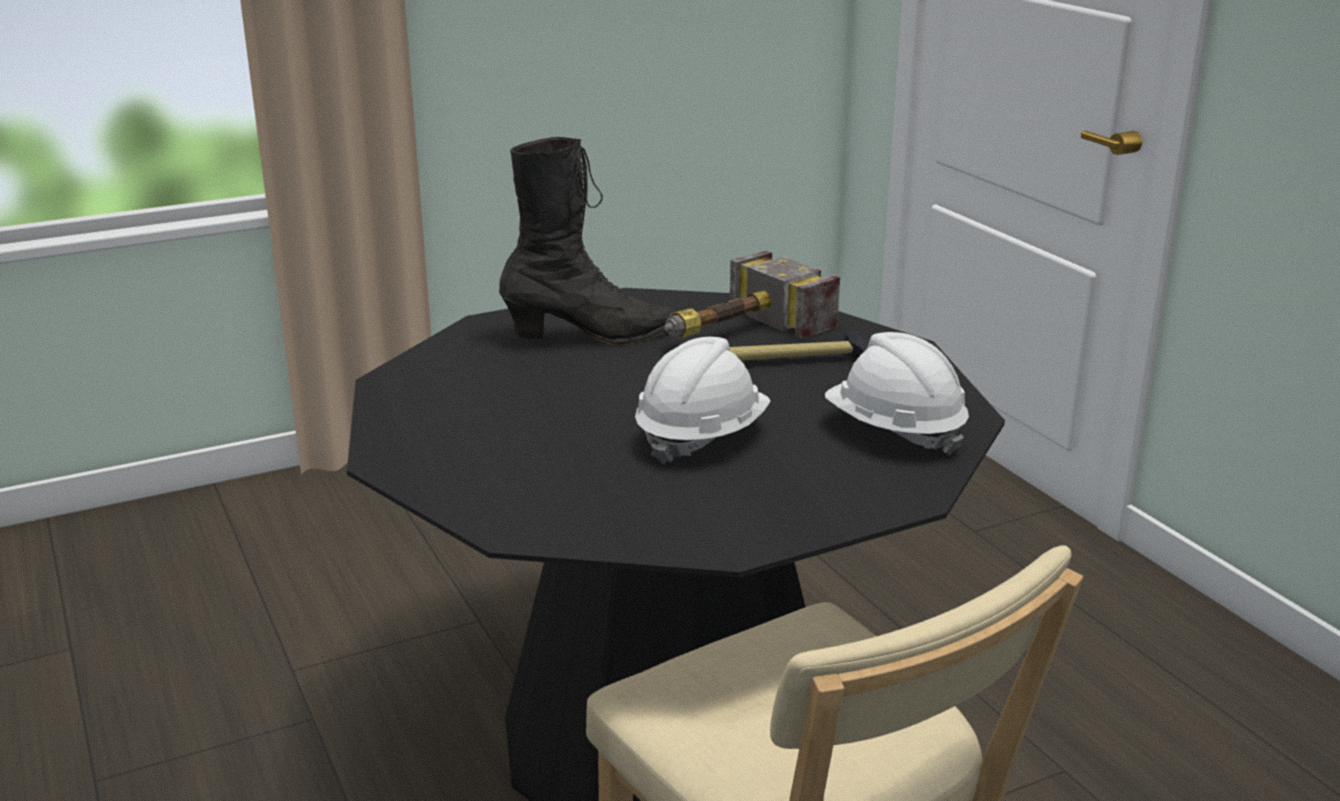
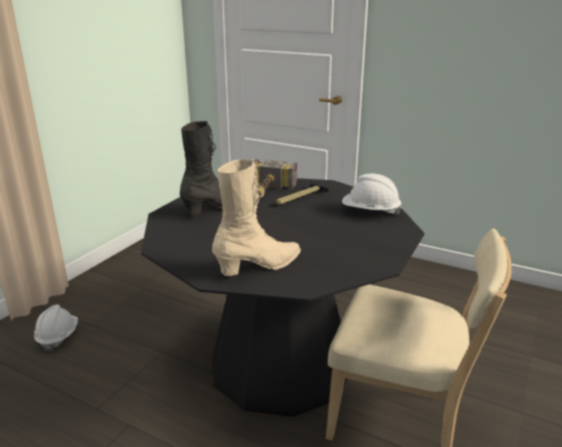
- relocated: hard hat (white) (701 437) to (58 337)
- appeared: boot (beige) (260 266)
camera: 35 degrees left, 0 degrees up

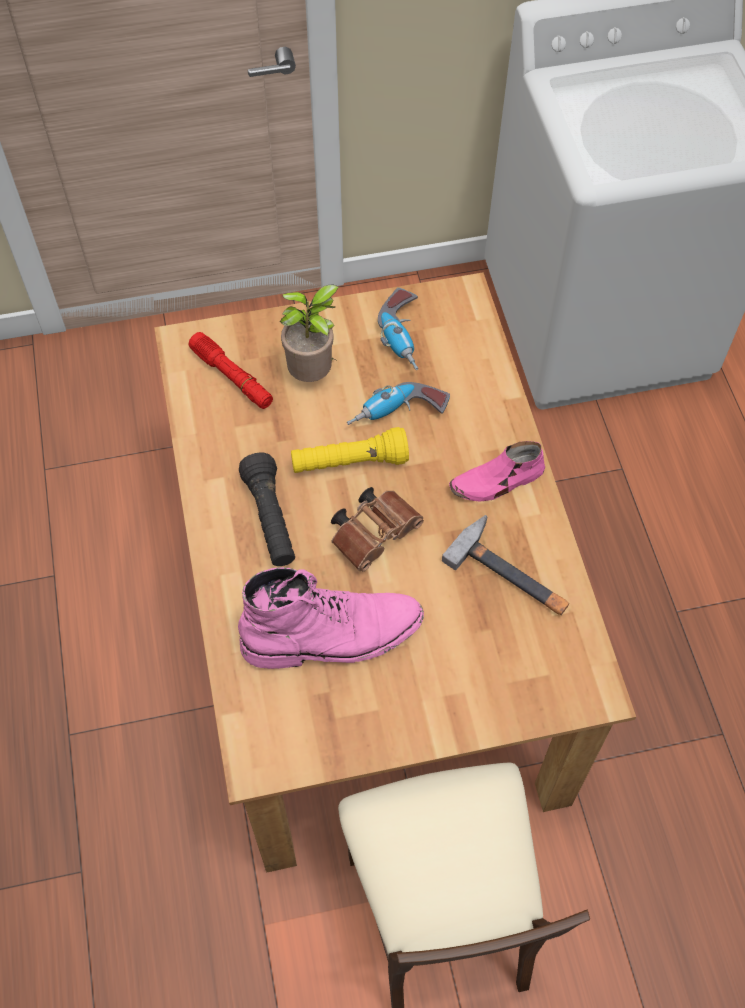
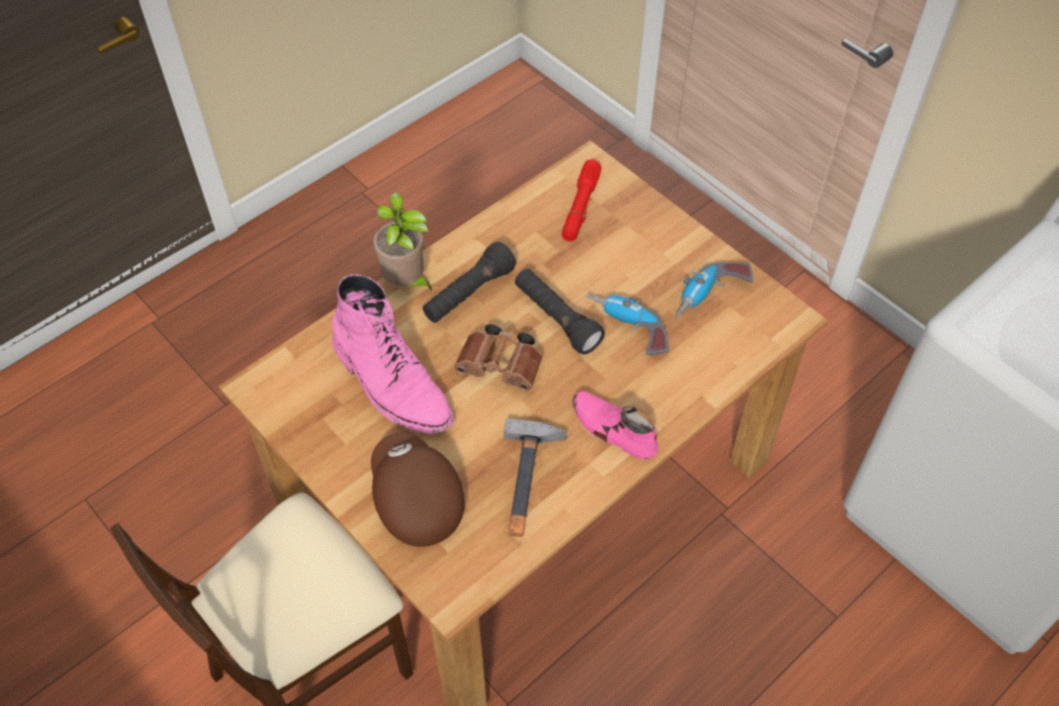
- appeared: cap (brown) (415 499)
- relocated: potted plant (313 374) to (406 283)
- colour: flashlight (yellow) (349 463) to flashlight (black) (556 319)
camera: 60 degrees right, 5 degrees down

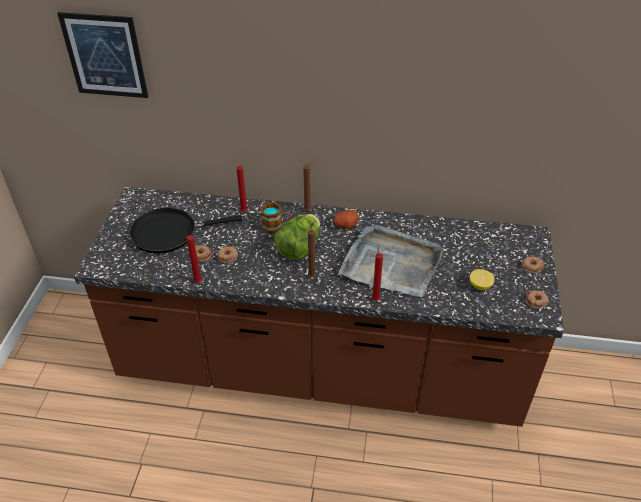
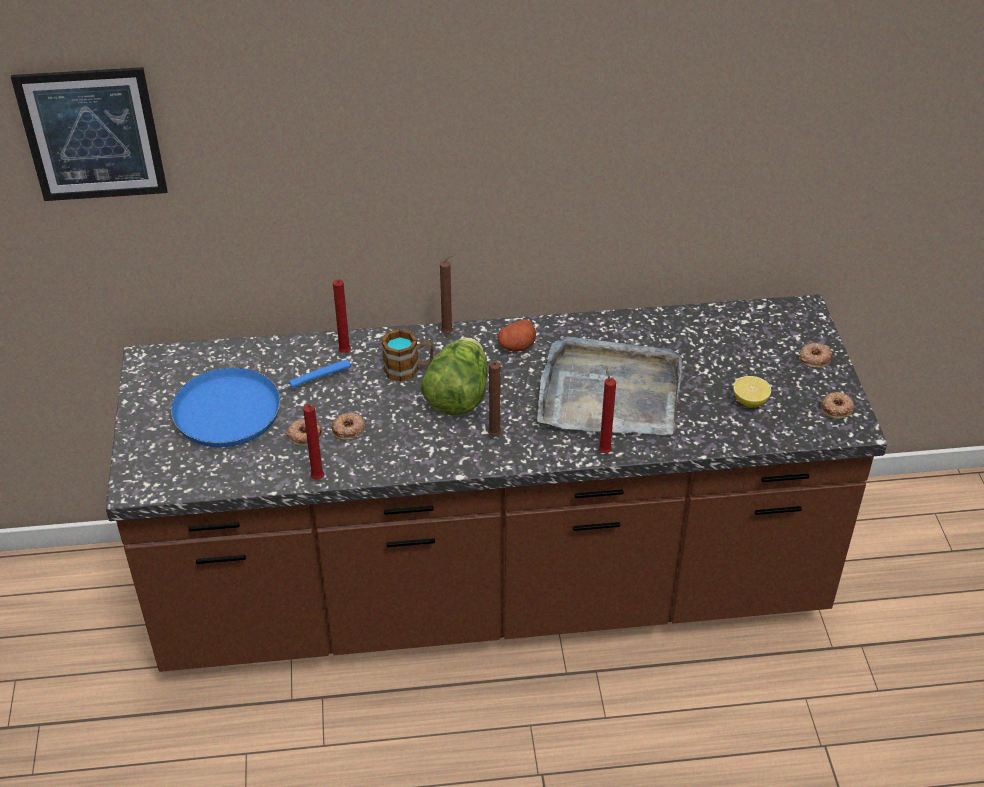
- colour: frying pan (black) (169 233) to frying pan (blue) (236 410)
camera: 15 degrees left, 0 degrees up

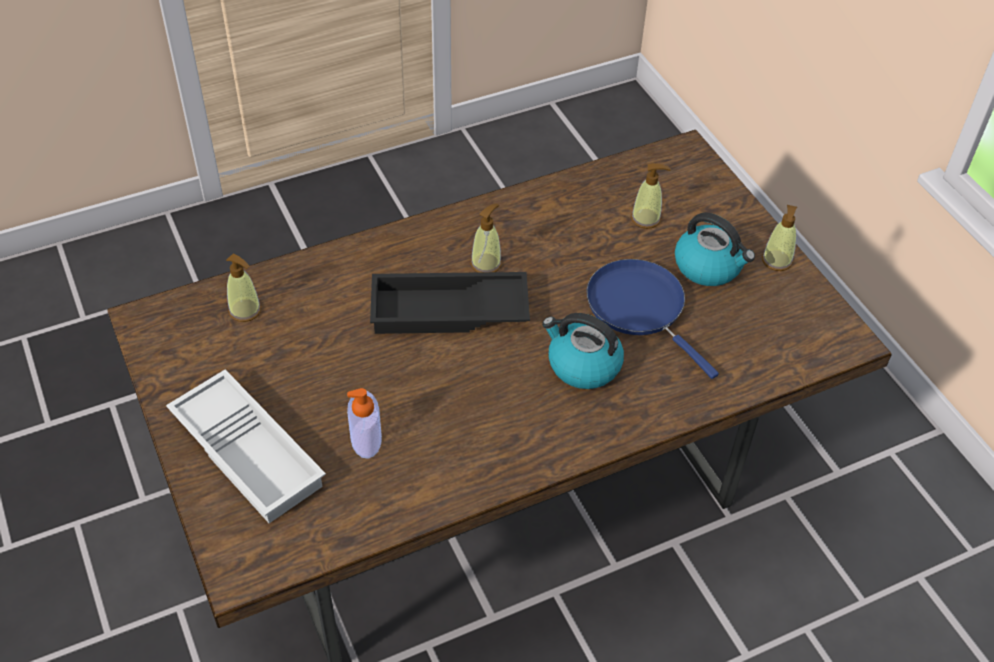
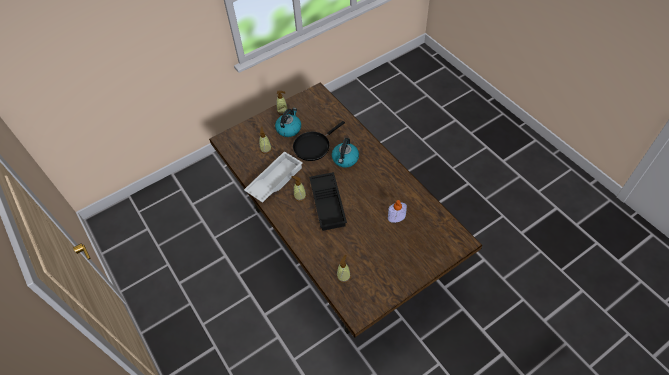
- relocated: tray (white) (250 452) to (274 180)
- colour: frying pan (blue) (640 308) to frying pan (black) (313 146)
camera: 95 degrees left, 5 degrees up

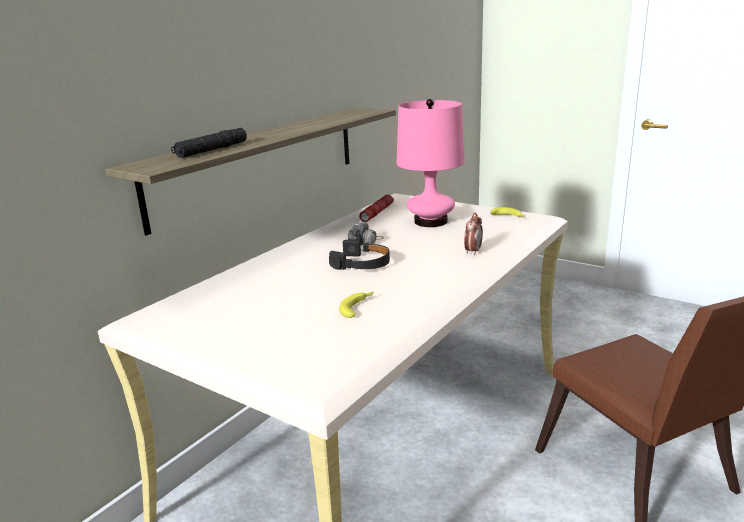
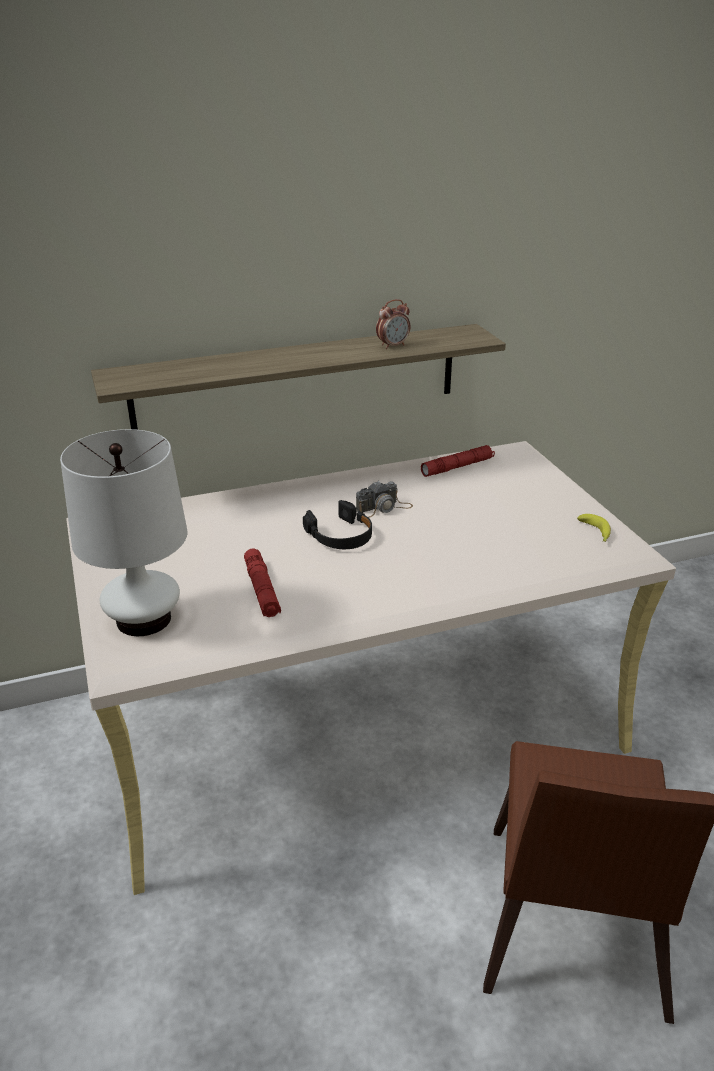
- appeared: table lamp (white) (143 619)
- exchanged: banana (358 307) to flashlight (red) (262 590)
- relocated: alarm clock (473 251) to (393 346)
- missing: flashlight (black) (212 150)
- missing: table lamp (pink) (431 221)
camera: 35 degrees right, 10 degrees up

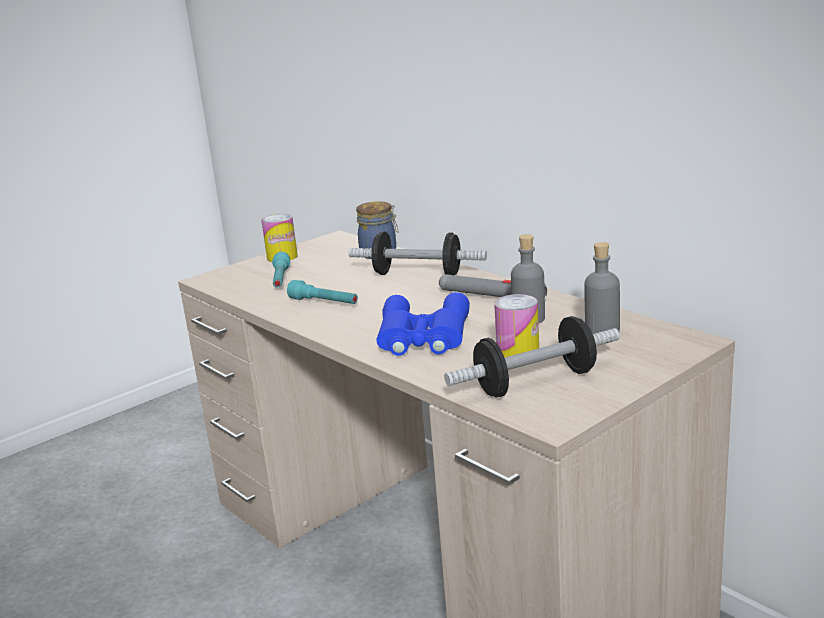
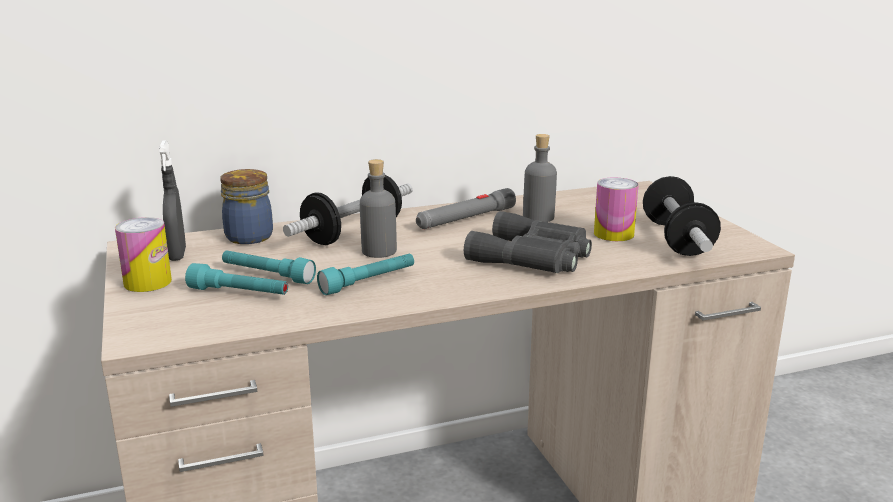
- appeared: spray bottle (grey) (177 254)
- appeared: flashlight (turquoise) (267 275)
- relocated: bottle (grey) (602 330) to (379 251)
- colour: binoculars (blue) (422 337) to binoculars (grey) (533 257)
camera: 70 degrees left, 0 degrees up

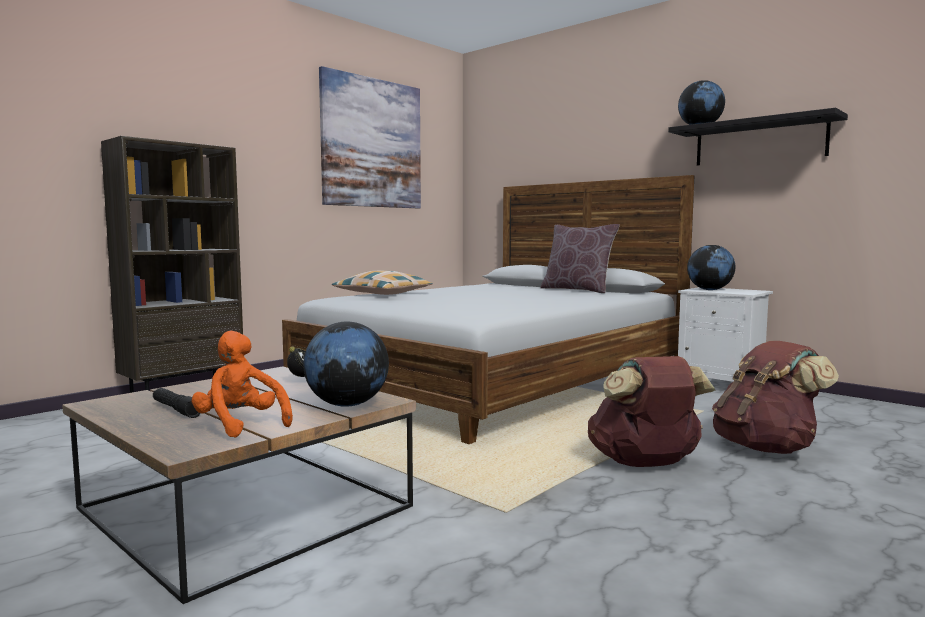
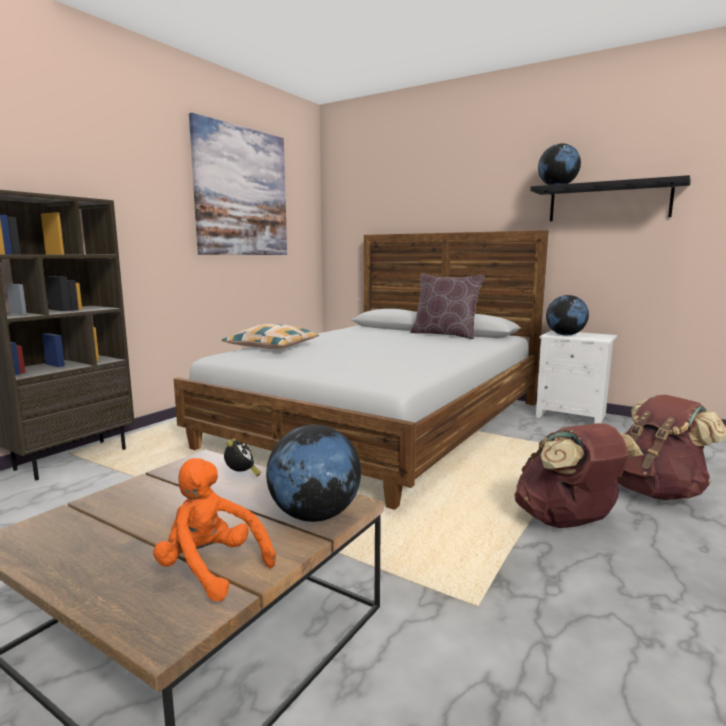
- missing: flashlight (black) (176 410)
camera: 10 degrees left, 5 degrees up

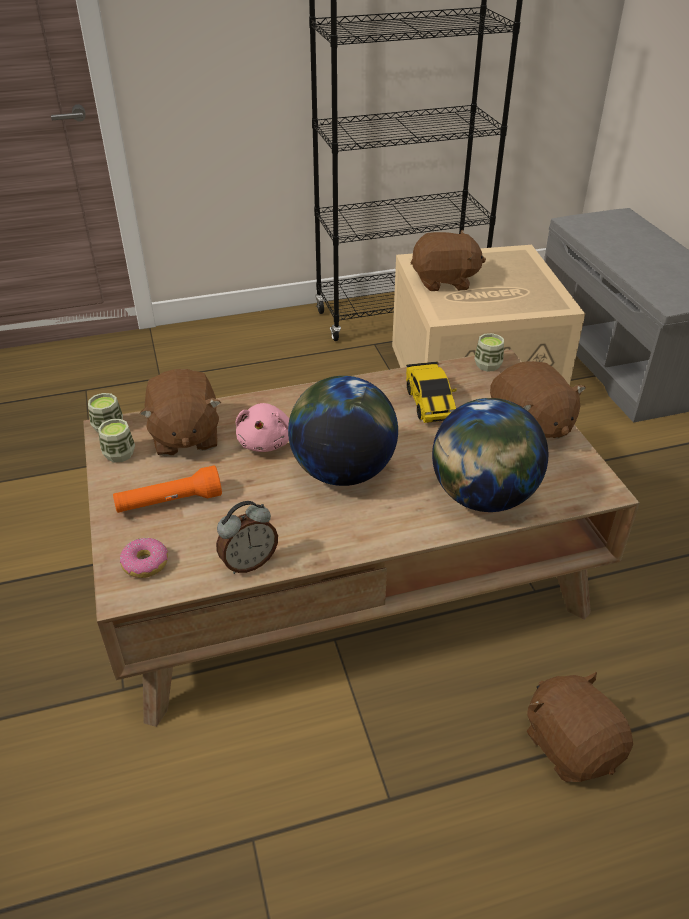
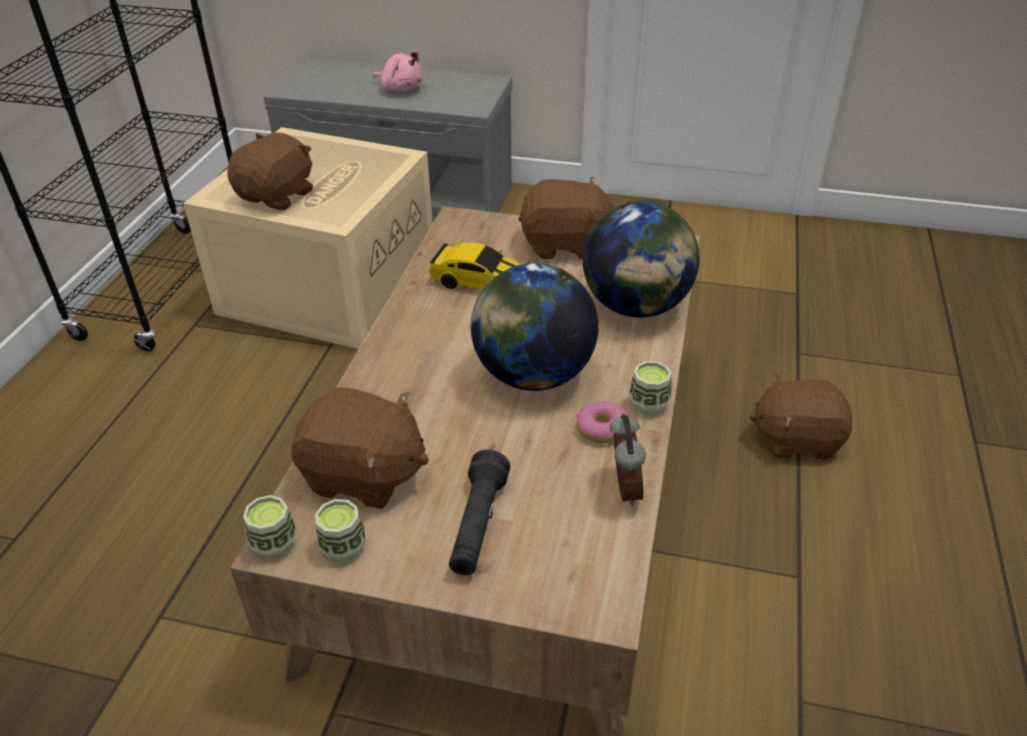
- relocated: plush toy (pink) (266 442) to (401 88)
- colour: flashlight (orange) (169 503) to flashlight (black) (478 525)
- relocated: donut (145 563) to (601 428)
- relocated: cup (487 365) to (648 404)
camera: 60 degrees left, 0 degrees up

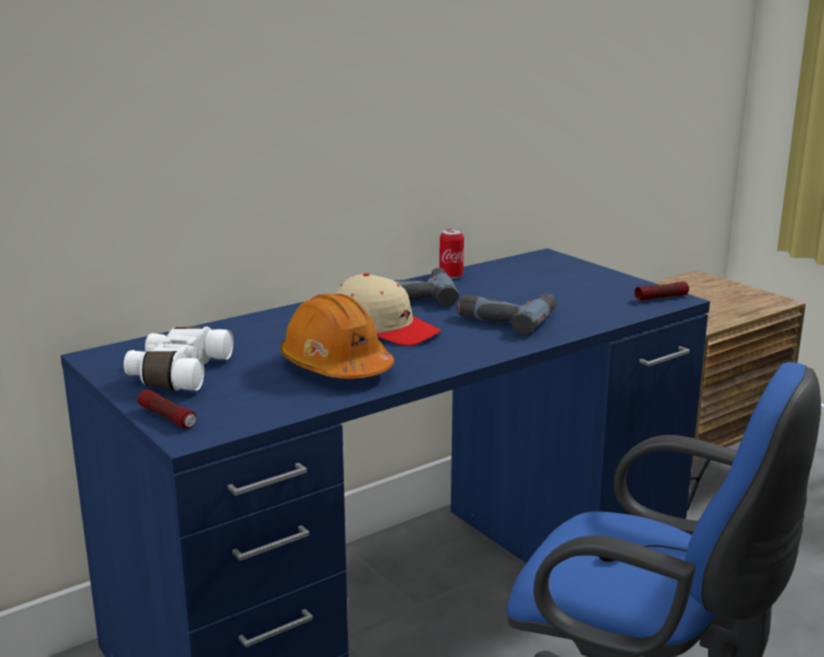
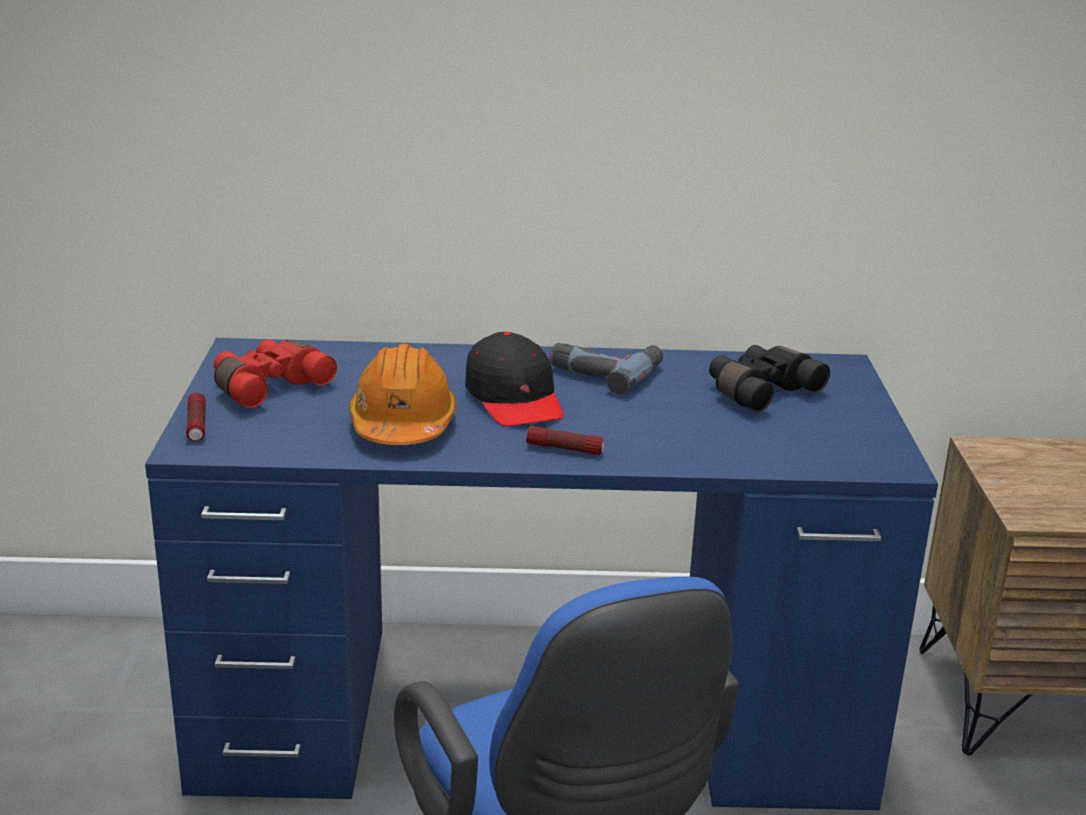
- colour: binoculars (white) (177 374) to binoculars (red) (268 386)
- colour: cap (beige) (385 328) to cap (black) (514 399)
- relocated: flashlight (661 297) to (565 449)
- appeared: binoculars (black) (760 391)
- missing: can (451 276)
- missing: power drill (507 317)
camera: 35 degrees right, 5 degrees up

